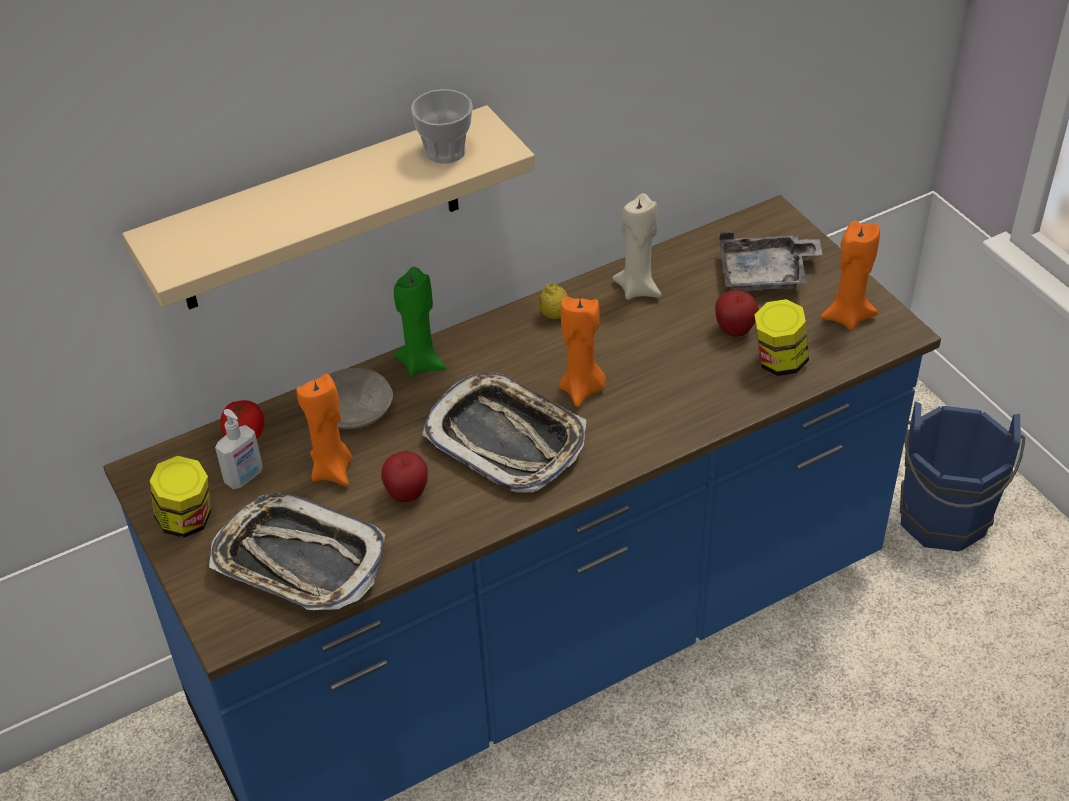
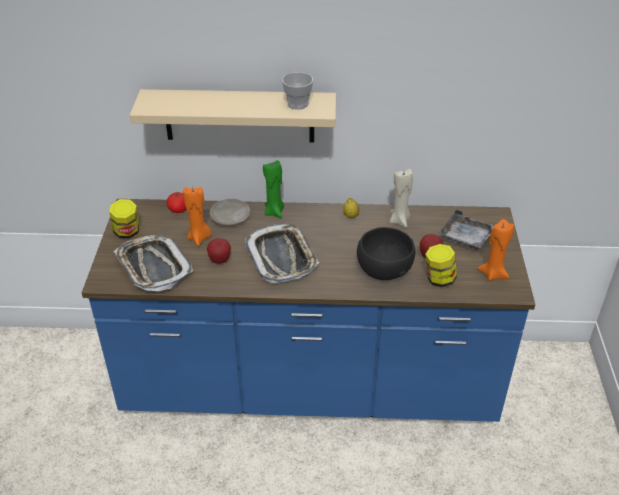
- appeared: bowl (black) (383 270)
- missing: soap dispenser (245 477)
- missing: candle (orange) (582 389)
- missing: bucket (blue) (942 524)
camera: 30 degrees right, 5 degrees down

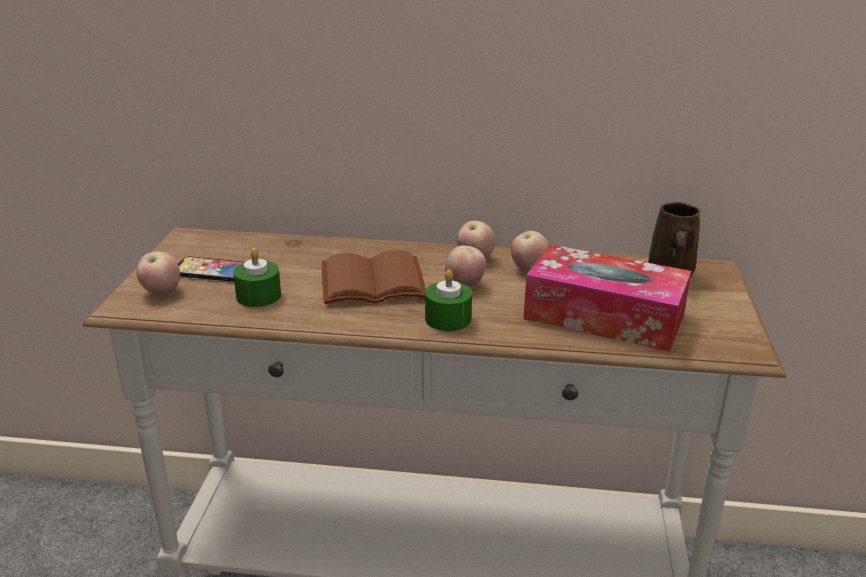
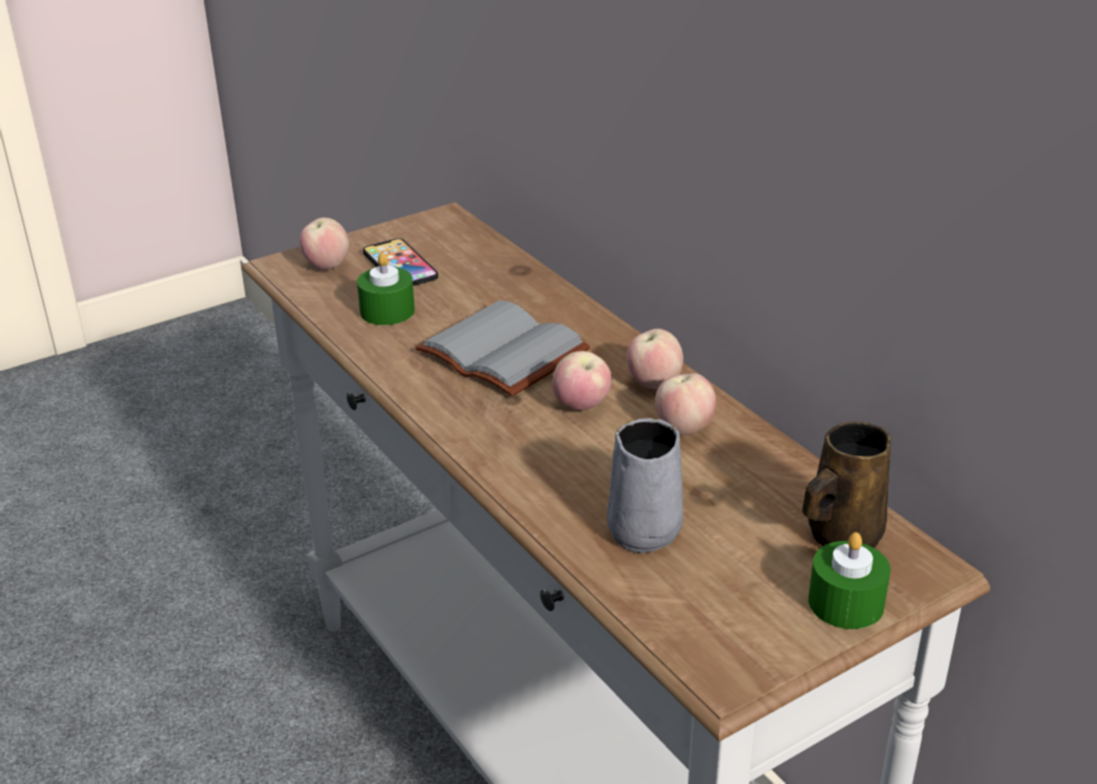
- colour: book (brown) (371 284) to book (grey) (498 353)
- exchanged: tissue box (604 316) to mug (grey) (646 529)
- relocated: candle (green) (448 319) to (846 603)
camera: 50 degrees right, 5 degrees up

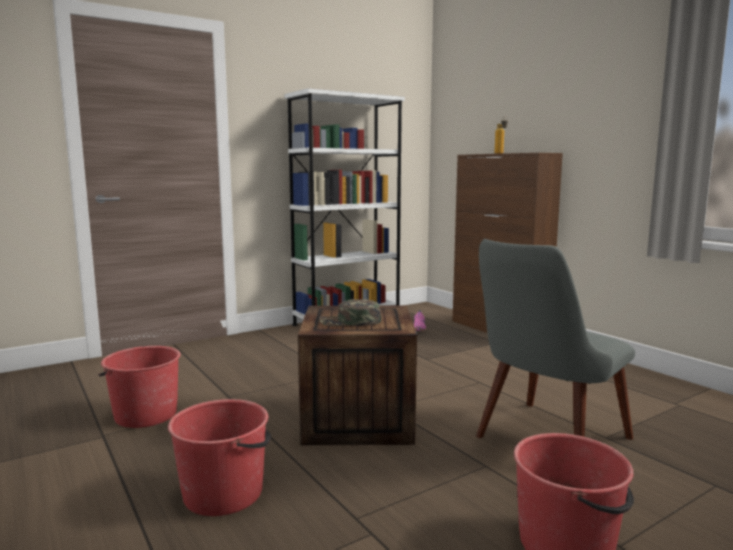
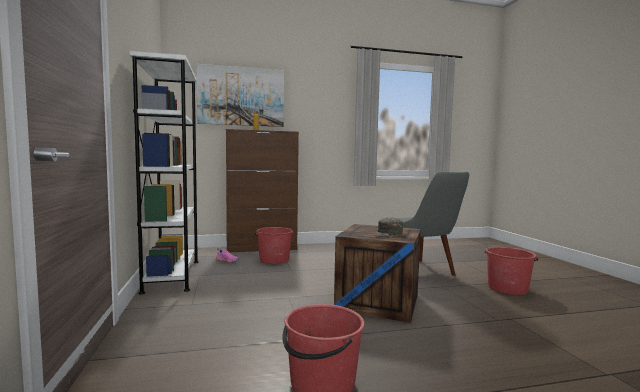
- appeared: picture (241 96)
- relocated: bucket (red) (224 493) to (274 260)
camera: 70 degrees left, 5 degrees down

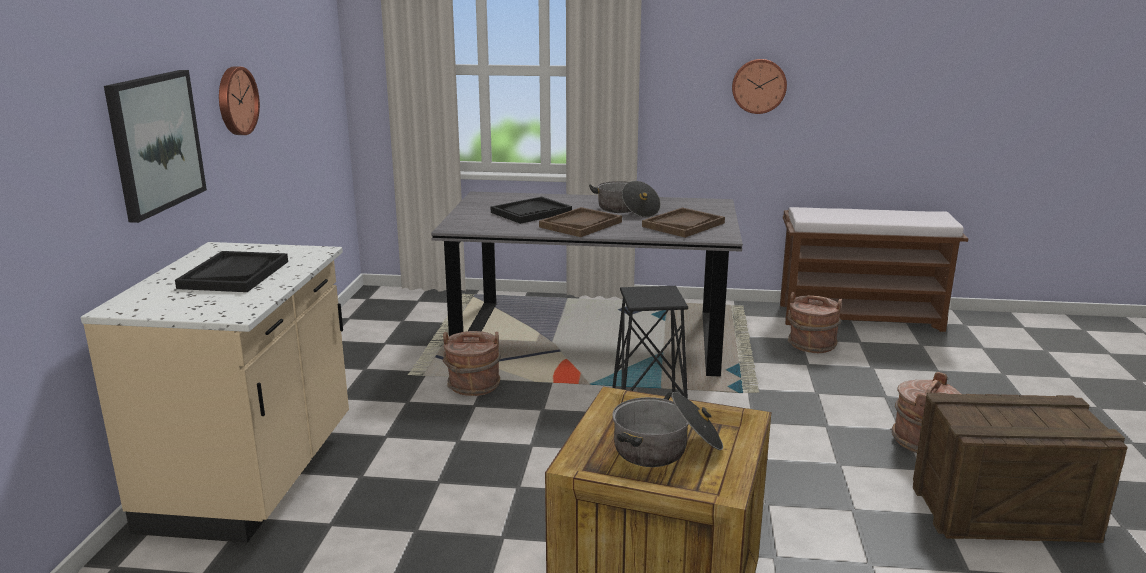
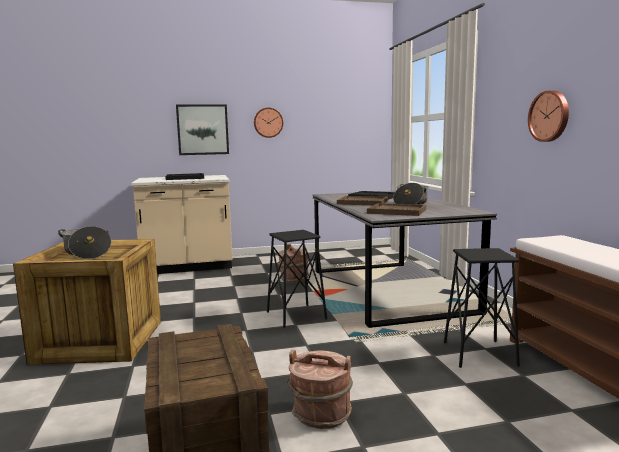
- exchanged: bucket (brown) (811 345) to stool (black) (478 354)
camera: 70 degrees right, 10 degrees down

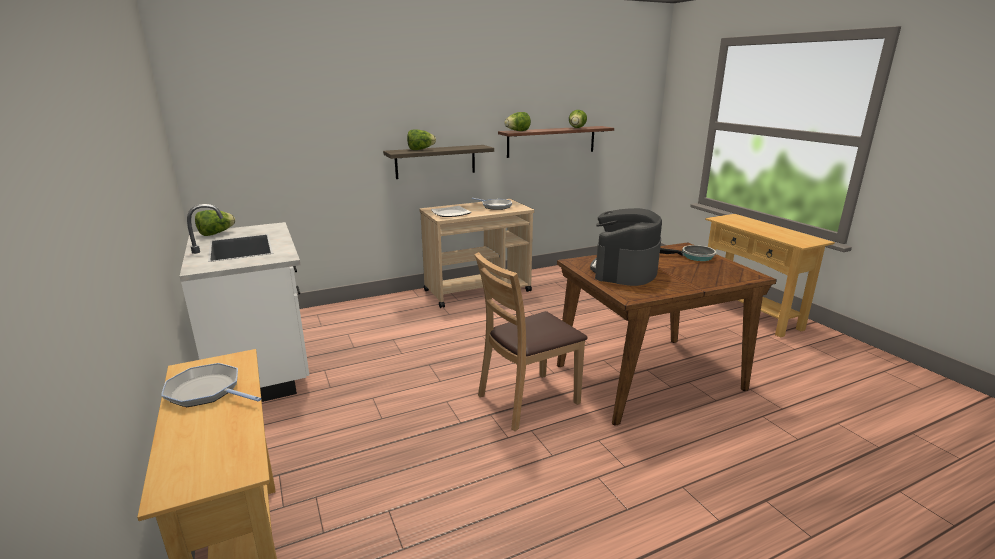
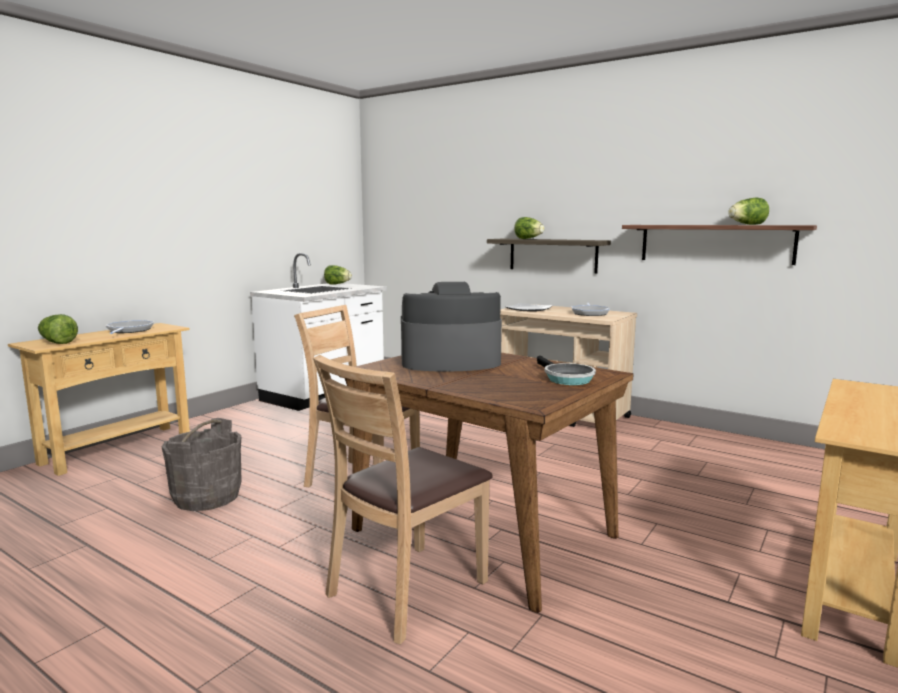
- relocated: lettuce (517 131) to (57 343)
- appeared: bucket (grey) (207 497)
- appeared: chair (brown) (407 590)
camera: 60 degrees right, 10 degrees down

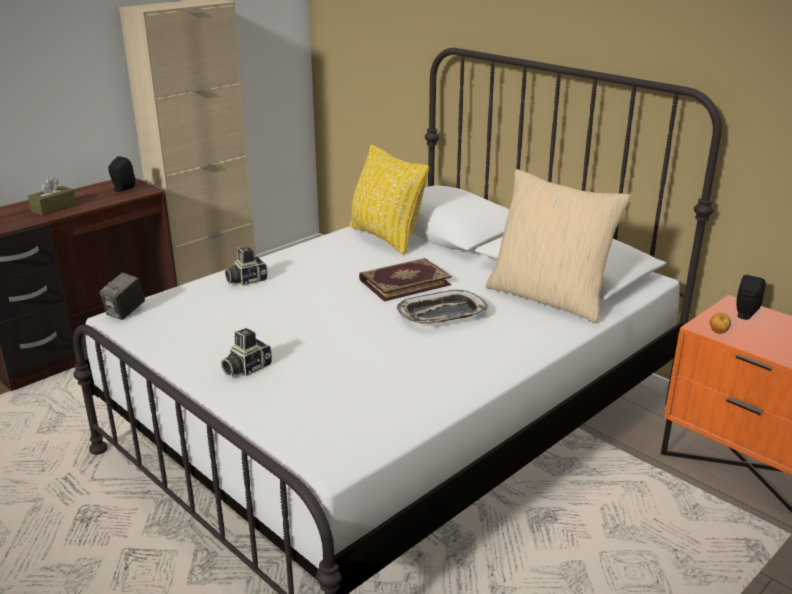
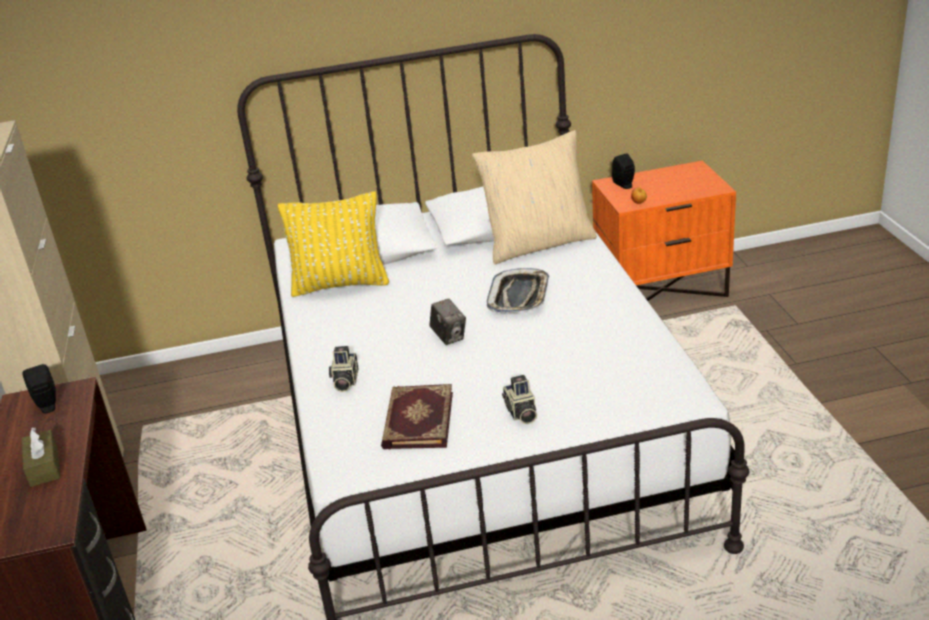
- relocated: book (404 282) to (417 420)
- relocated: photo camera (125 312) to (449 336)
camera: 55 degrees left, 5 degrees up

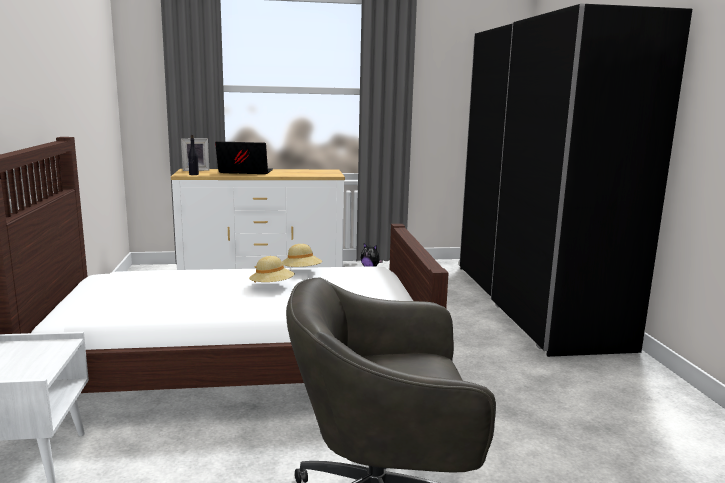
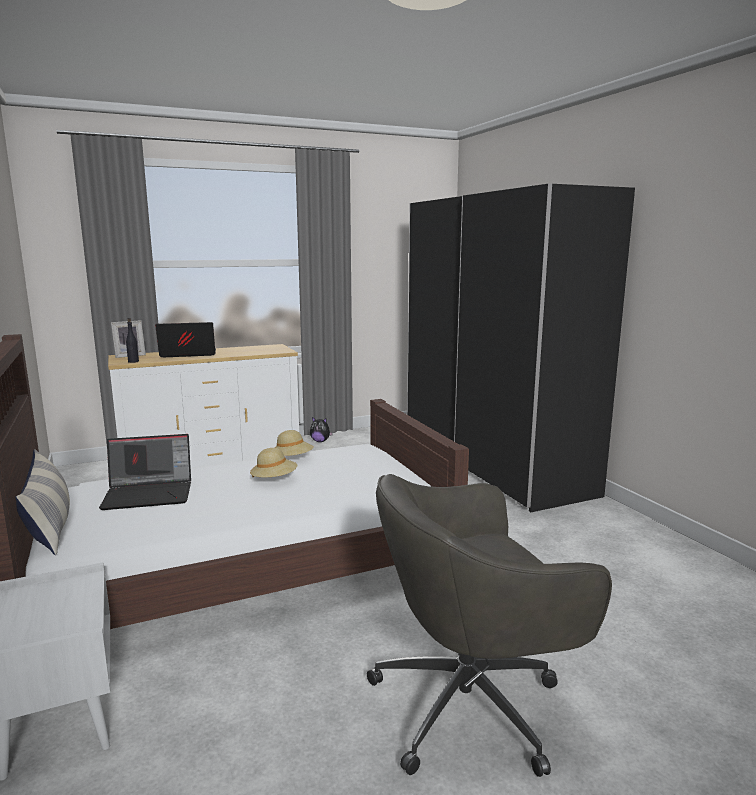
- appeared: pillow (50 525)
- appeared: laptop (150 494)
camera: 15 degrees left, 0 degrees up

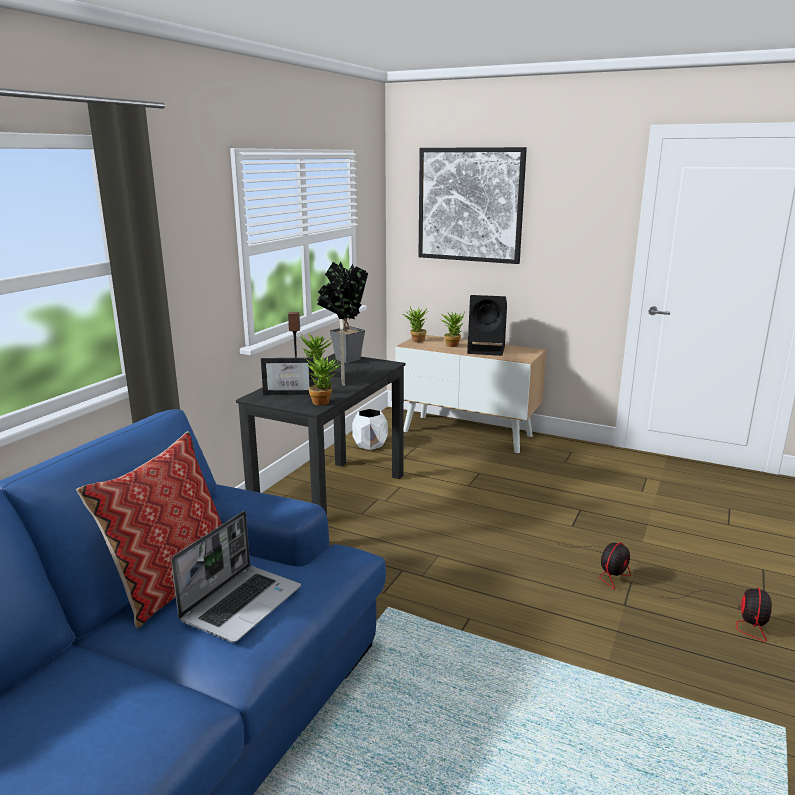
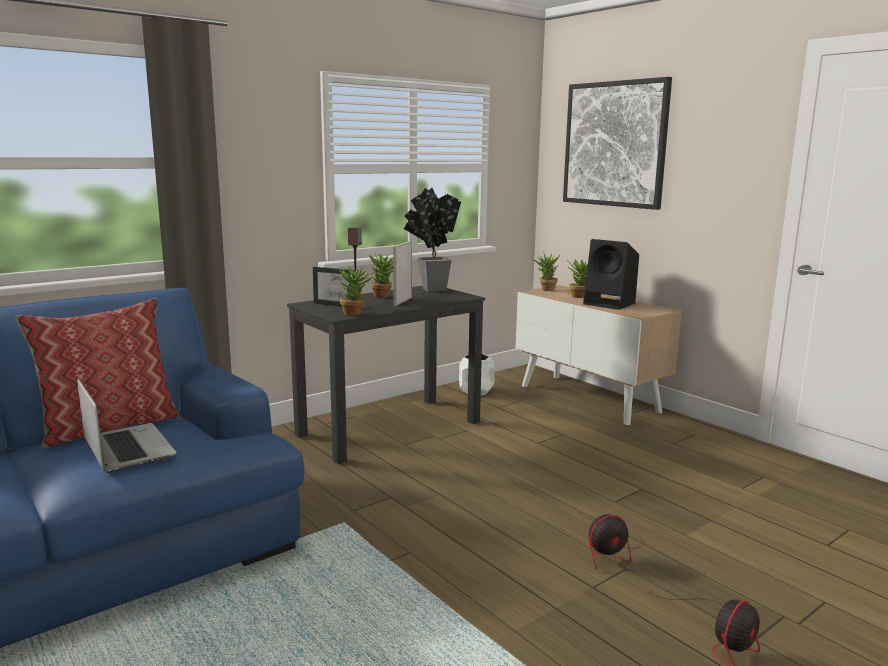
- spun: laptop (242 603) = (127 449) 90 degrees counterclockwise
camera: 25 degrees right, 5 degrees down

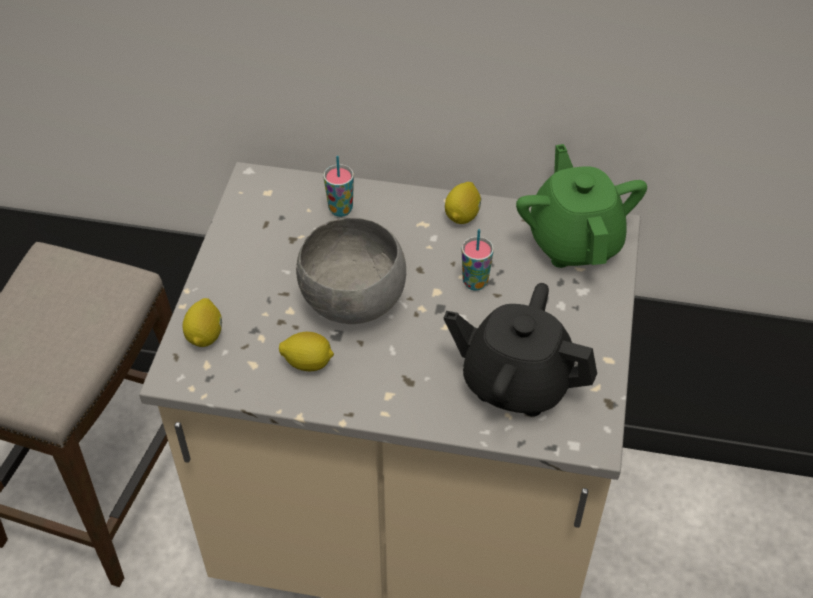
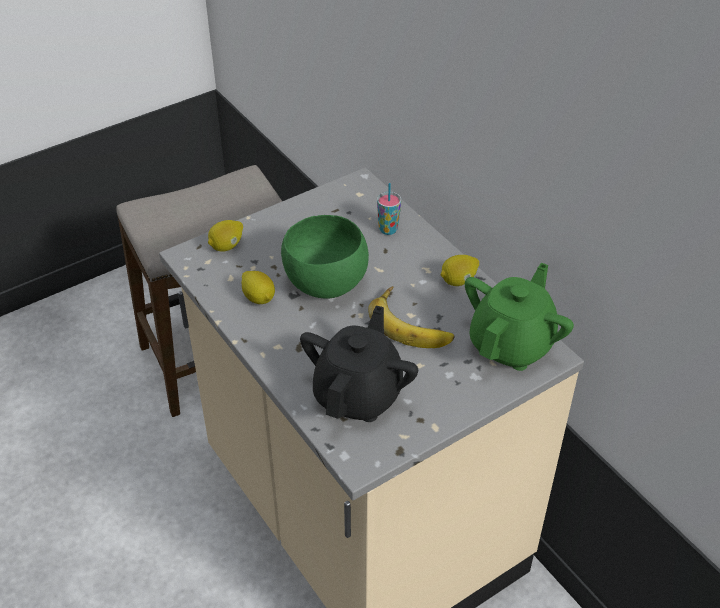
- colour: bowl (grey) (352 304) to bowl (green) (324 285)
- spun: teapot (black) (515 382) = (358 394) 45 degrees clockwise
- exchanged: cup (475 282) to banana (412 323)
camera: 45 degrees right, 5 degrees down

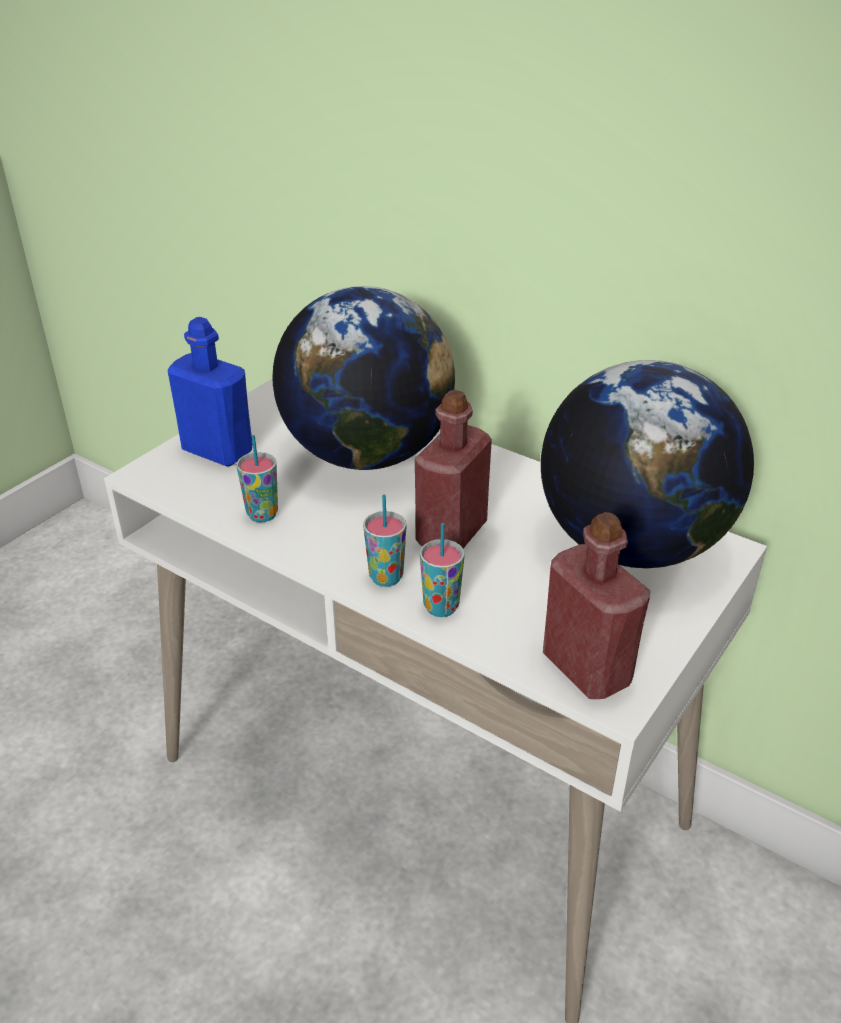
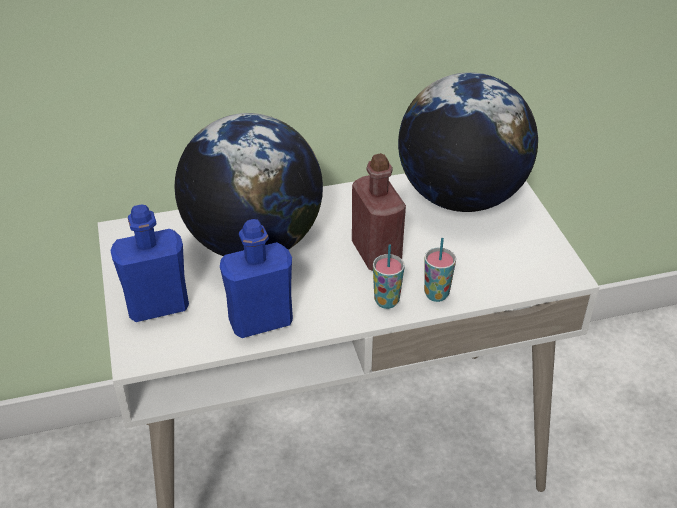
- exchanged: cup (262 514) to bottle (blue) (261 321)
- missing: bottle (red) (586 668)
camera: 50 degrees left, 5 degrees up

